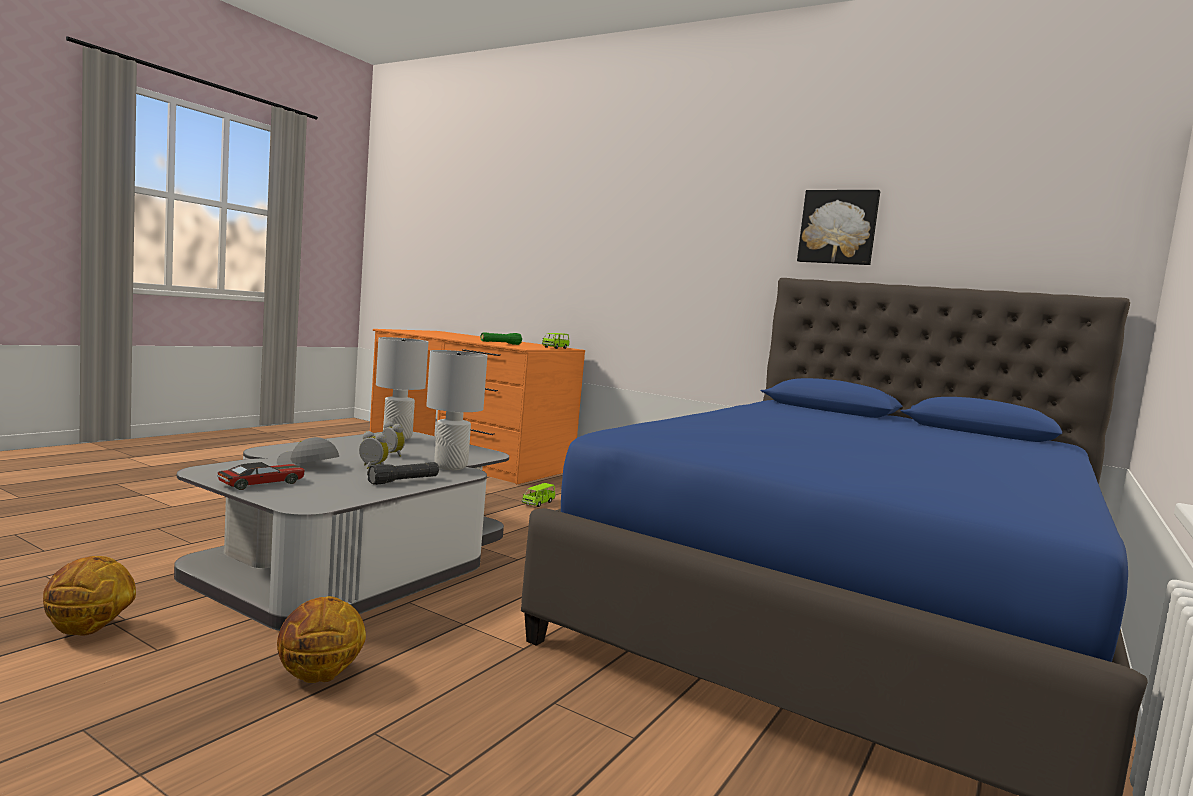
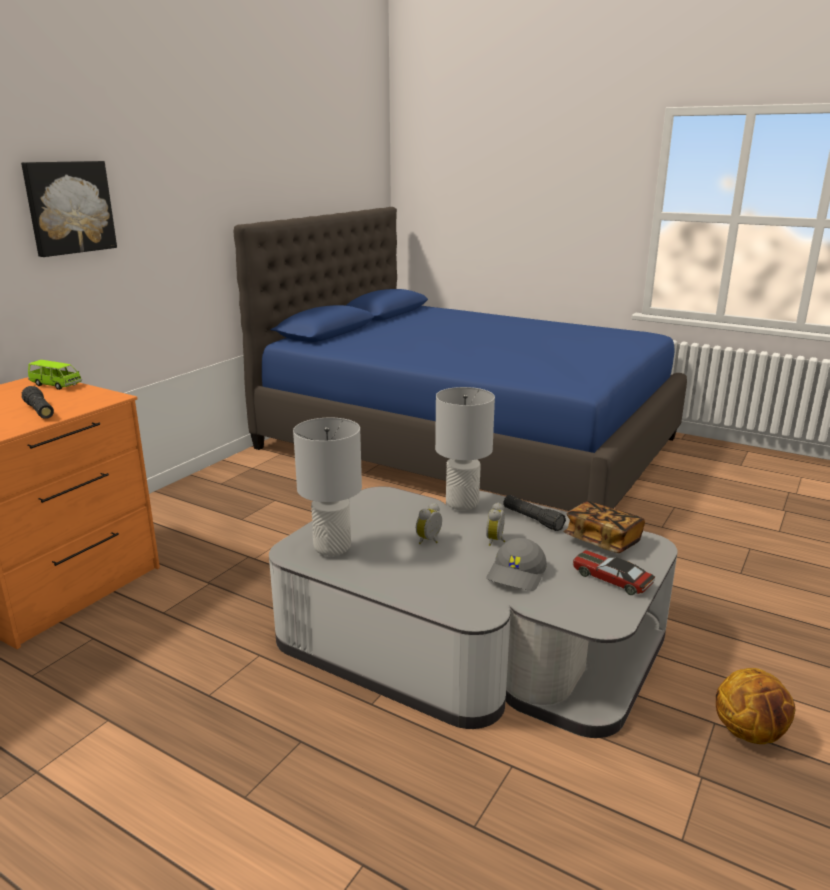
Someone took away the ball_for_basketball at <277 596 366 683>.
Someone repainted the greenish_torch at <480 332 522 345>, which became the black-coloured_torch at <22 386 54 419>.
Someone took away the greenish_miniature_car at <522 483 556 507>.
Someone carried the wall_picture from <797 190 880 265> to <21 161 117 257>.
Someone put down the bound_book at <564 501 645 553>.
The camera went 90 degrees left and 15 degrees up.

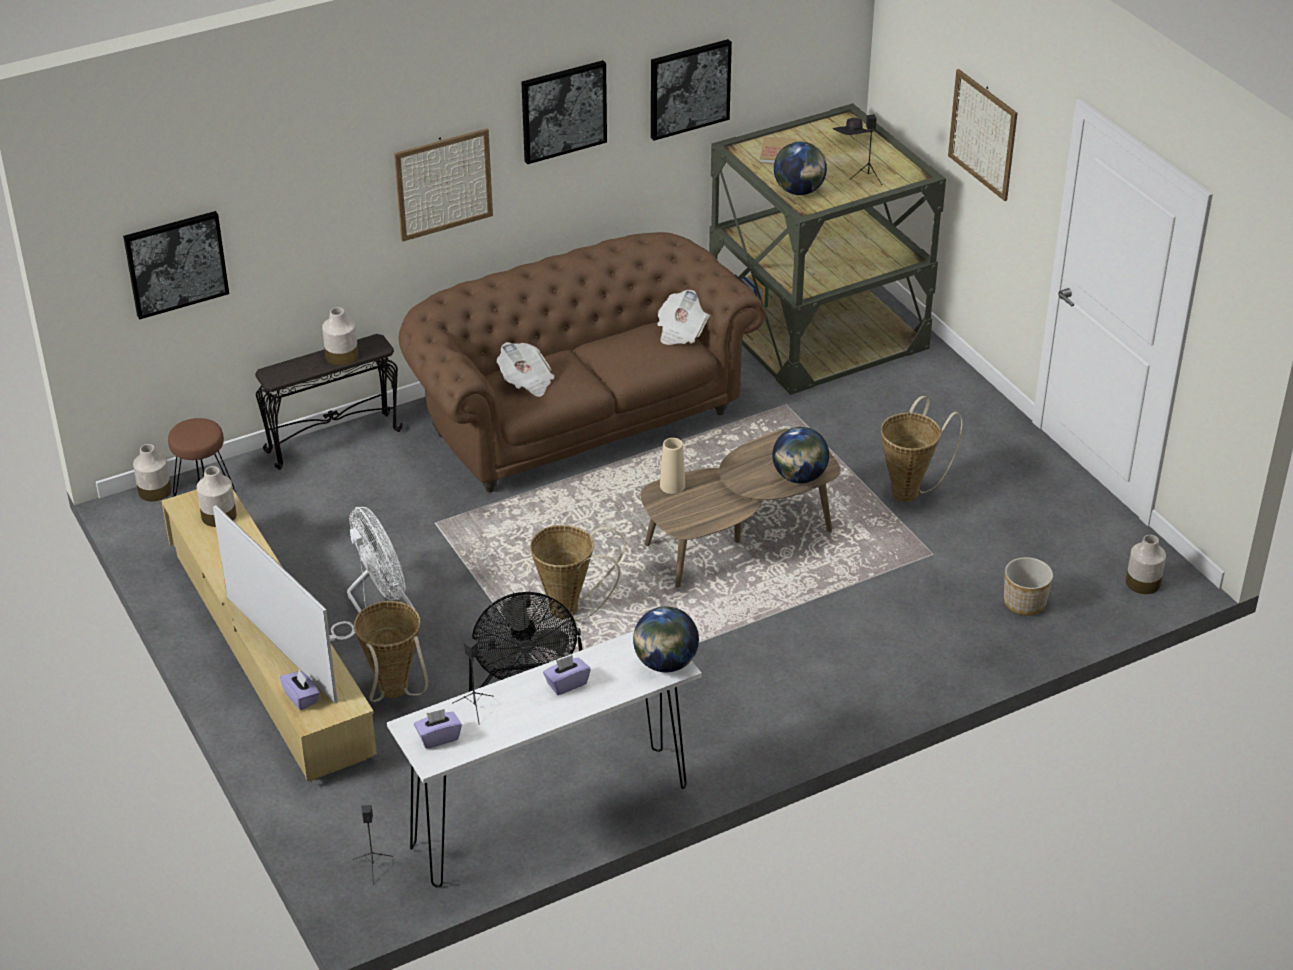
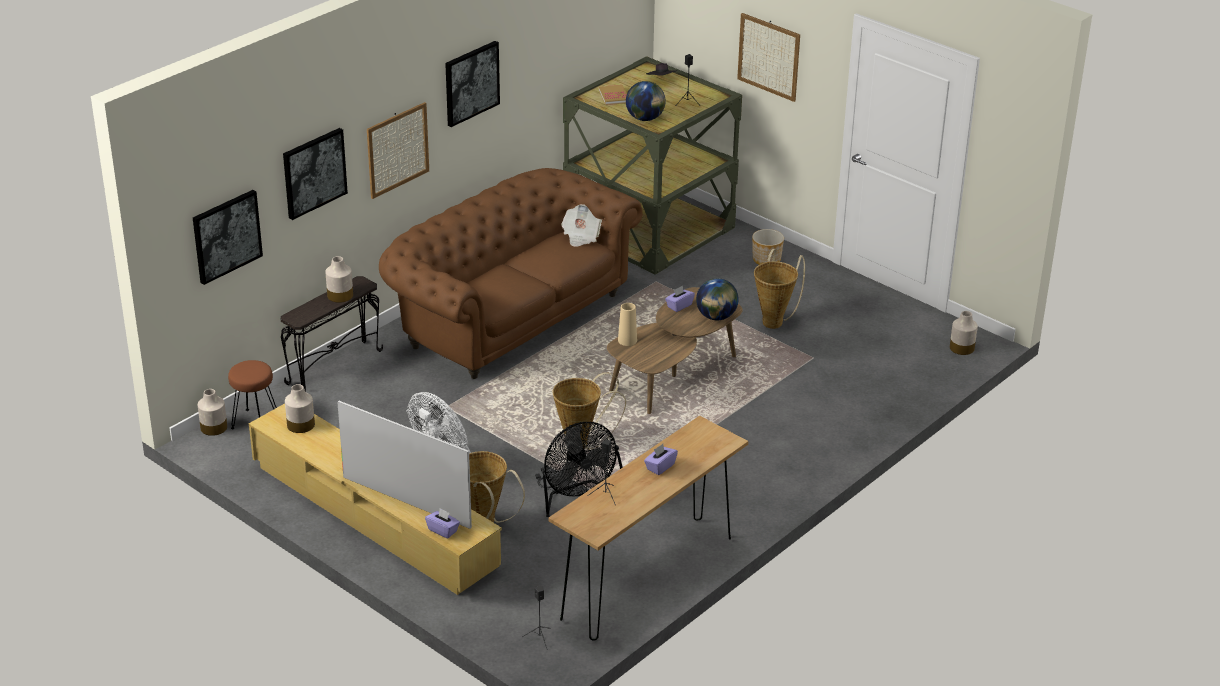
Someone repainted the white_narrow_table at <387 631 702 888>, which became the brownish_narrow_table at <548 416 748 641>.
Someone carried the purple_box_of_tissues from <414 709 462 749> to <665 286 695 312>.
Someone took away the printed_paper at <497 342 555 397>.
Someone took away the world_globe at <633 606 699 672>.
Someone carried the wall_picture from <651 39 732 141> to <283 128 348 220>.
Someone carried the plant_pot from <1004 557 1053 615> to <752 229 784 265>.
The camera went 20 degrees left and 5 degrees down.

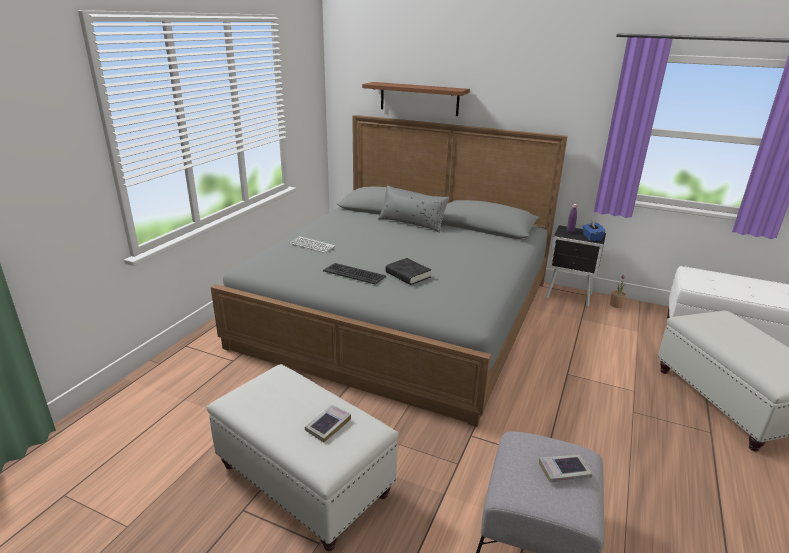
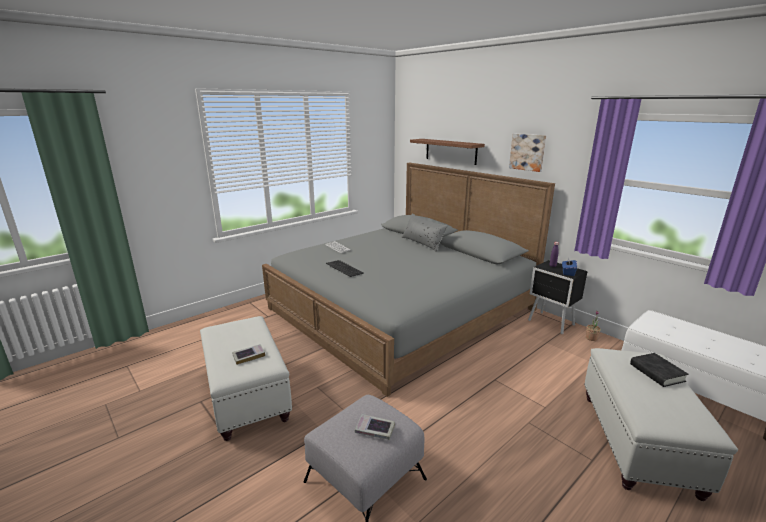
Someone carried the black-coloured_bound_book from <386 258 431 285> to <630 353 689 387>.
Someone put up the wall_picture at <509 134 546 172>.
The camera went 25 degrees right and 5 degrees down.

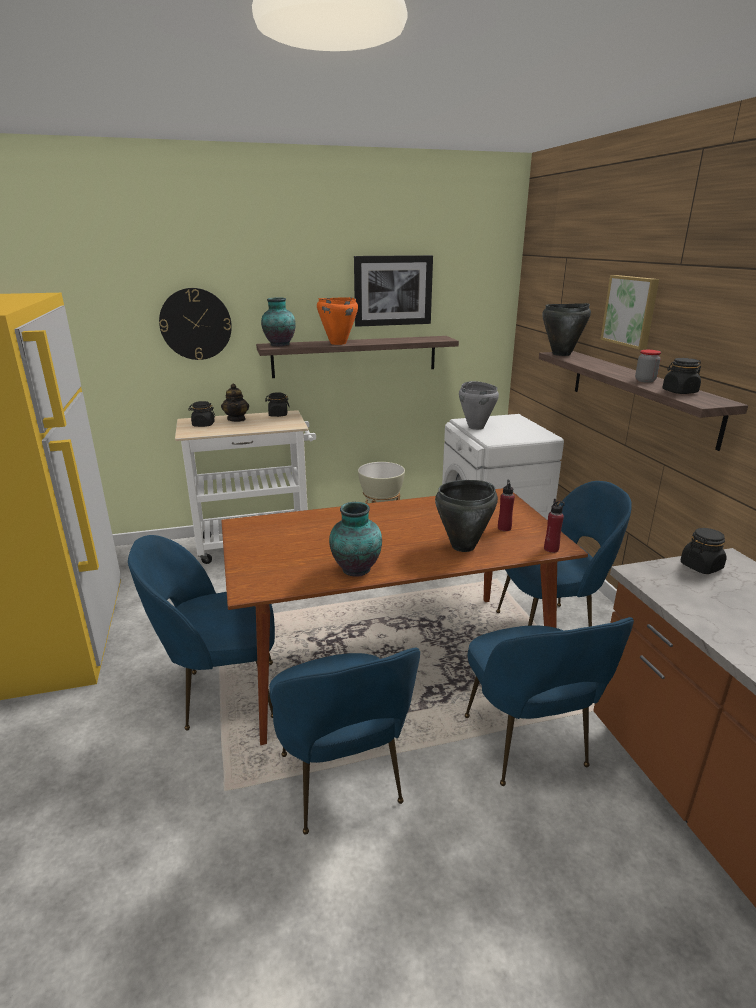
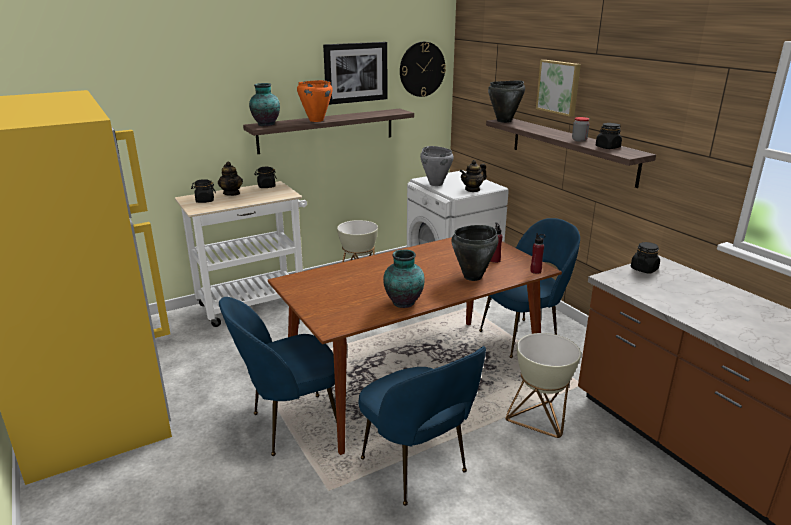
Someone carried the wall_clock from <159 288 232 360> to <400 42 446 97>.
Someone swapped the blue_plain_chair at <465 617 634 786> for the plant_pot at <505 333 581 438>.
Someone put down the teapot at <460 160 487 192>.
The camera went 15 degrees left and 0 degrees up.

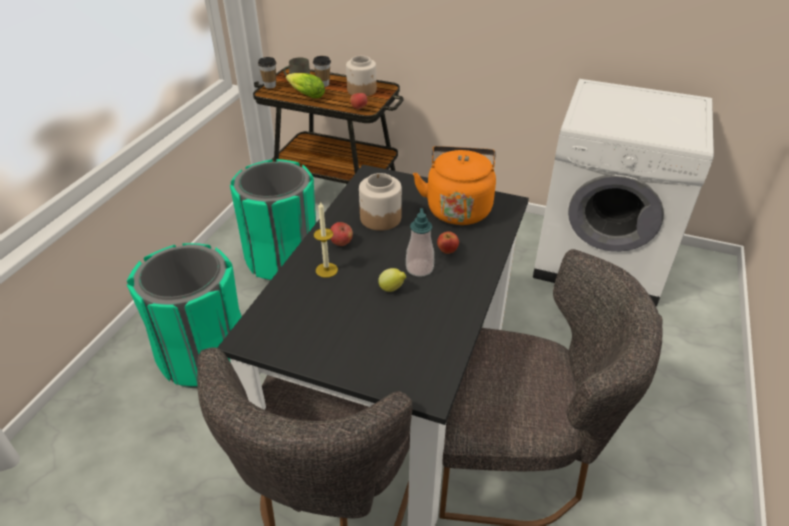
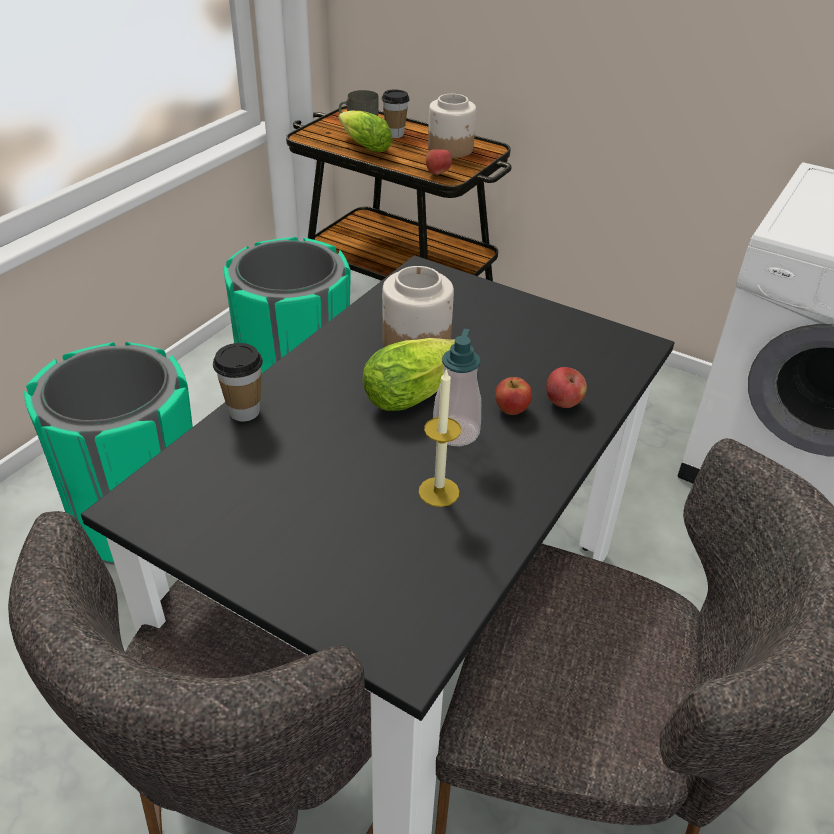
Someone carried the small_cup from <258 57 276 89> to <213 343 263 422>.
Someone carried the wax_candle from <314 201 338 278> to <418 368 461 507>.
Someone carried the apple from <330 222 353 246> to <546 367 587 408>.
Someone took away the lemon at <378 268 406 292>.
Someone took away the orange-coloured_water_kettle at <413 146 496 225>.
Someone put down the lettuce_head at <363 338 455 411>.
The camera went 10 degrees right and 0 degrees up.

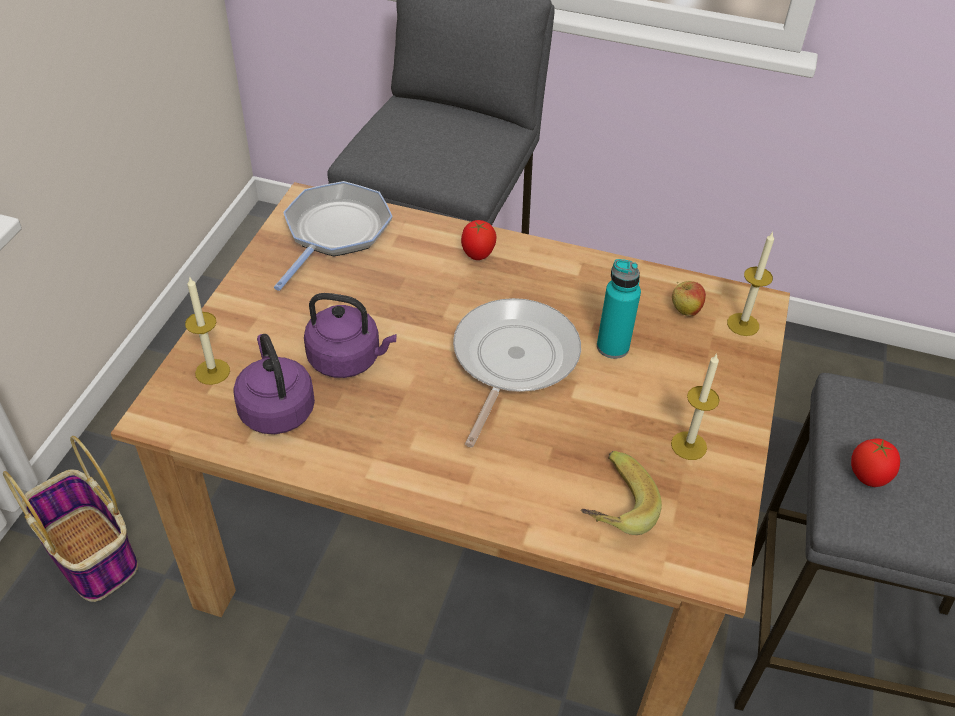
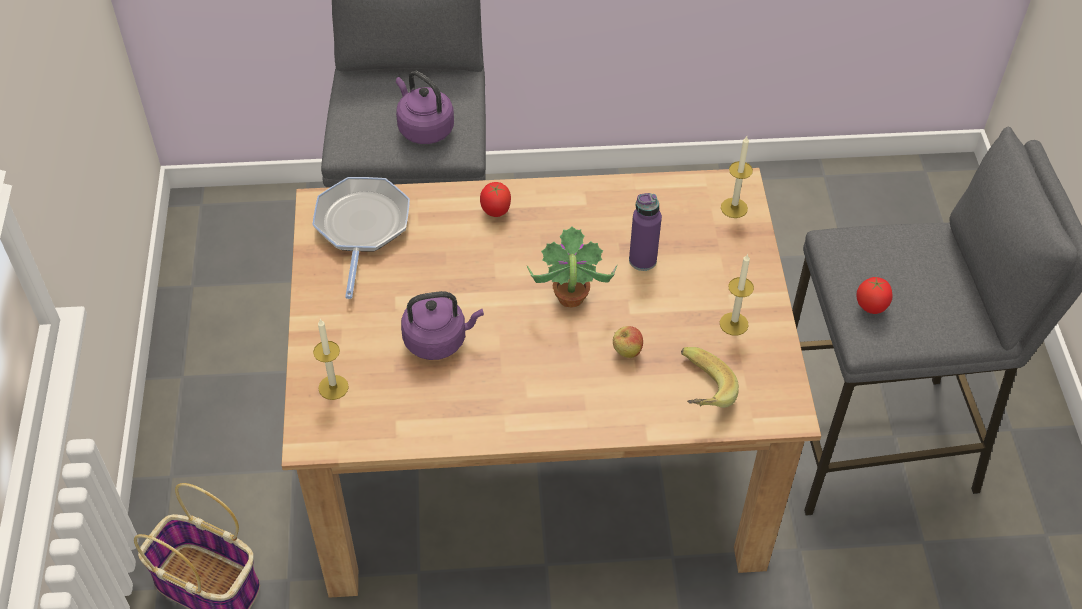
Someone carried the purple_water_kettle from <233 334 315 434> to <396 71 454 144>.
Someone swapped the pan at <453 298 581 447> for the potted_plant at <527 226 617 308>.
Someone repainted the turquoise-coloured_bottle at <597 259 641 359>, which became the purple_bottle at <629 193 662 271>.
Someone carried the apple from <672 281 706 316> to <613 326 643 358>.
The camera went 20 degrees left and 5 degrees up.

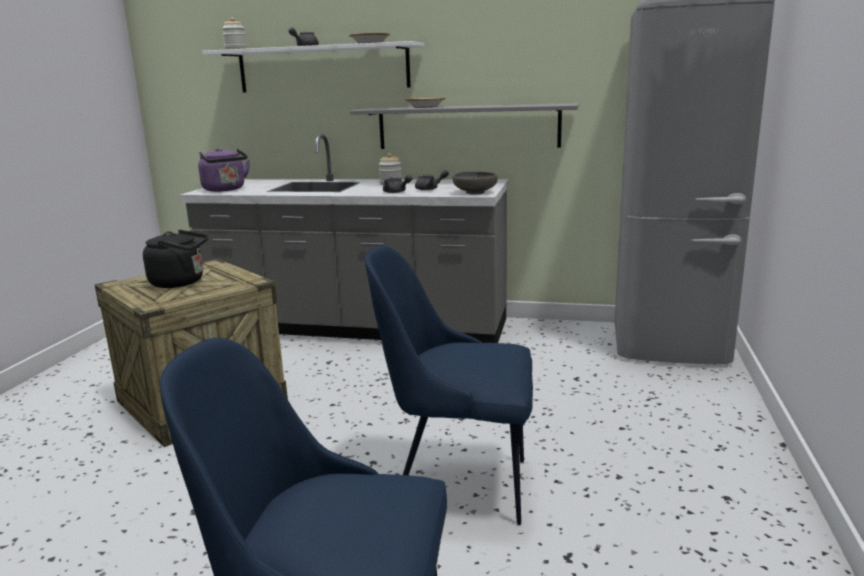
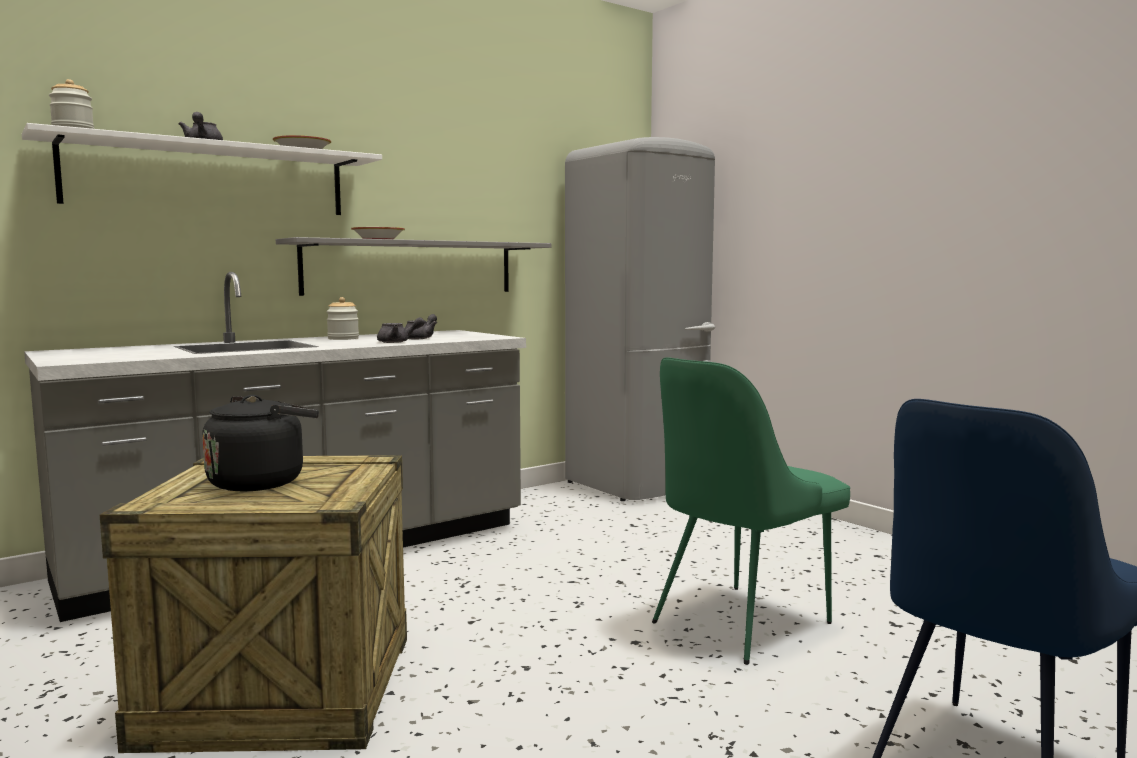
Someone took away the purple_water_kettle at <198 148 250 192>.
Someone repainted the blue_plain_chair at <365 245 533 525>, which became the greenish_plain_chair at <652 357 850 665>.
Someone took away the gray_bowl at <452 171 498 195>.
The camera went 50 degrees left and 10 degrees down.

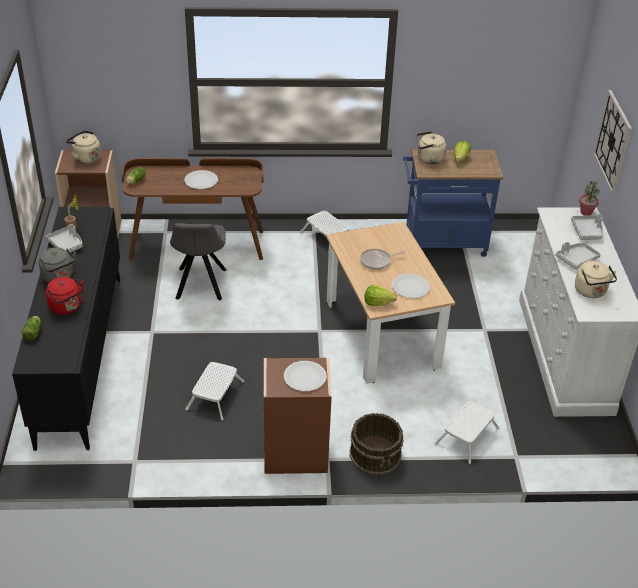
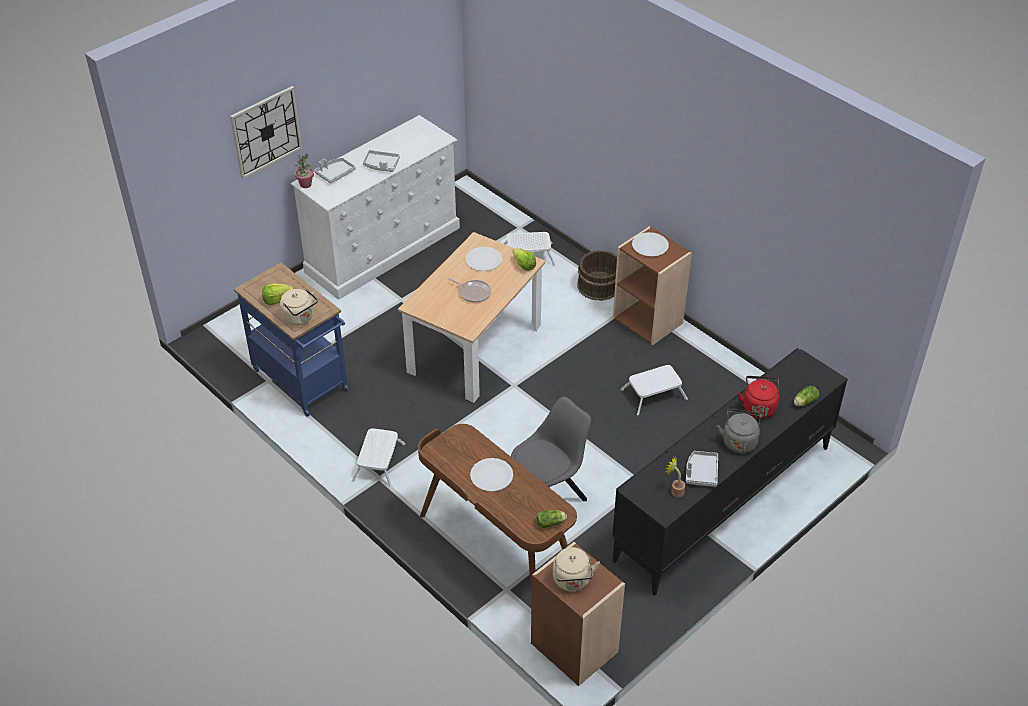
Someone took away the sand-coloured_water_kettle at <575 261 617 298>.
The camera went 130 degrees left and 5 degrees up.

